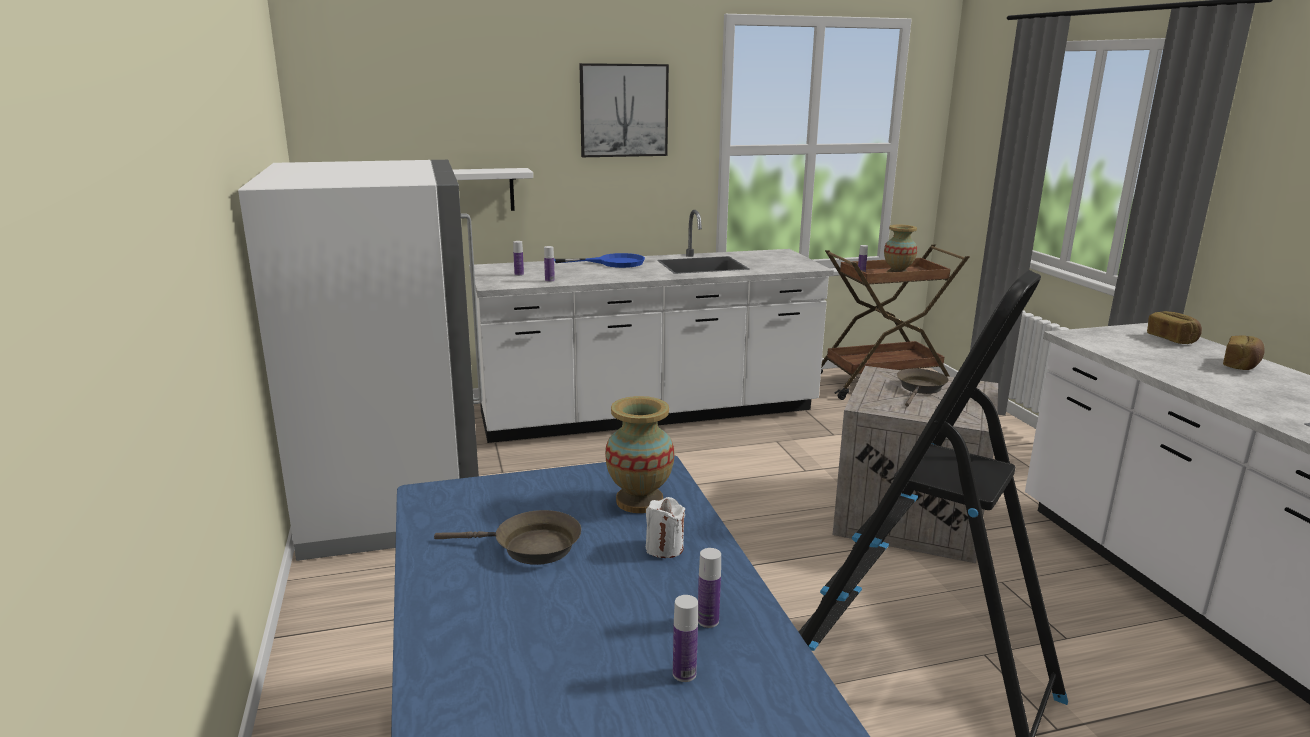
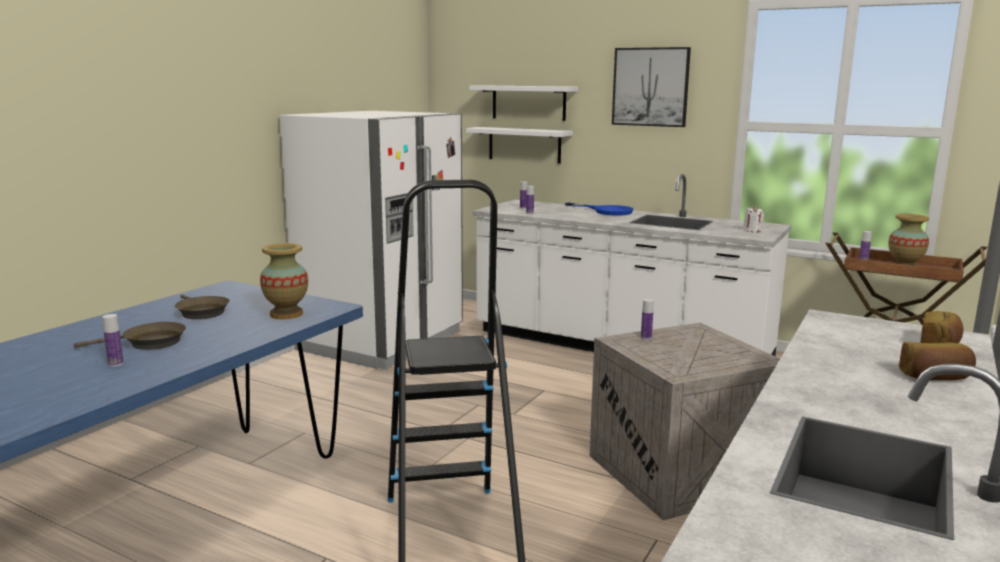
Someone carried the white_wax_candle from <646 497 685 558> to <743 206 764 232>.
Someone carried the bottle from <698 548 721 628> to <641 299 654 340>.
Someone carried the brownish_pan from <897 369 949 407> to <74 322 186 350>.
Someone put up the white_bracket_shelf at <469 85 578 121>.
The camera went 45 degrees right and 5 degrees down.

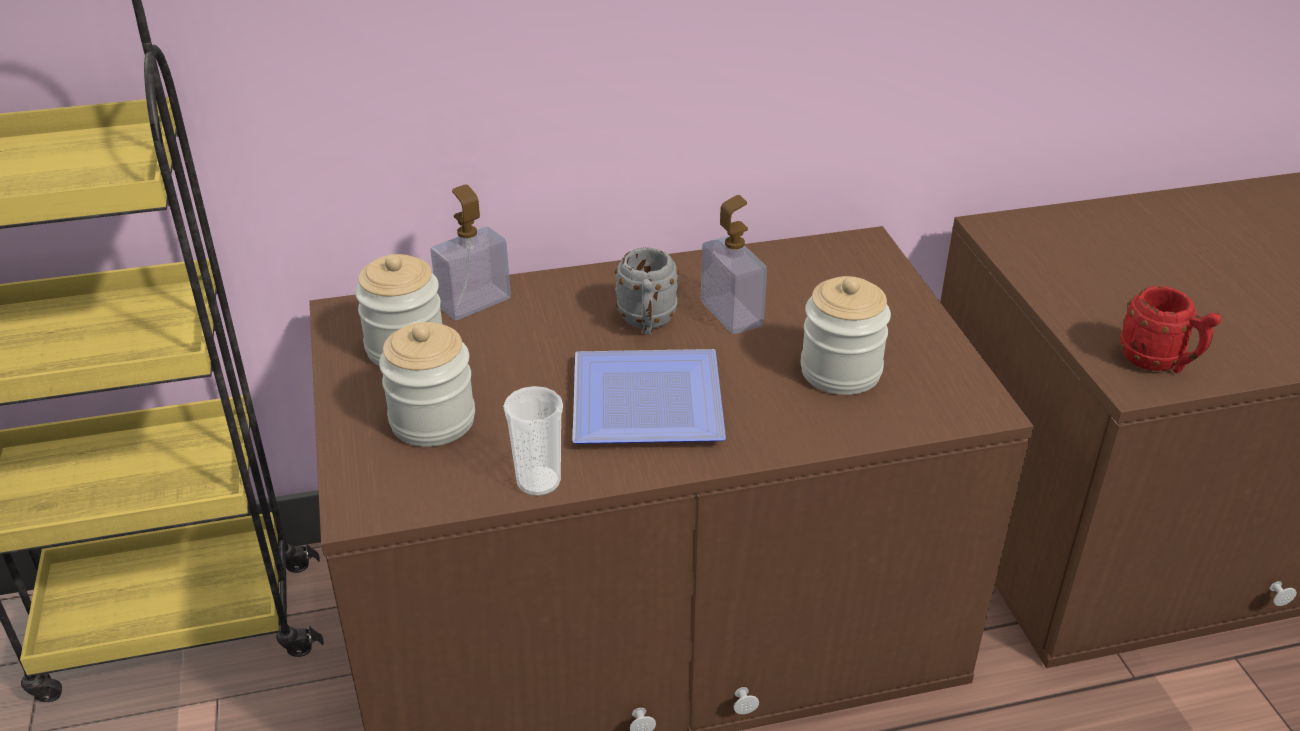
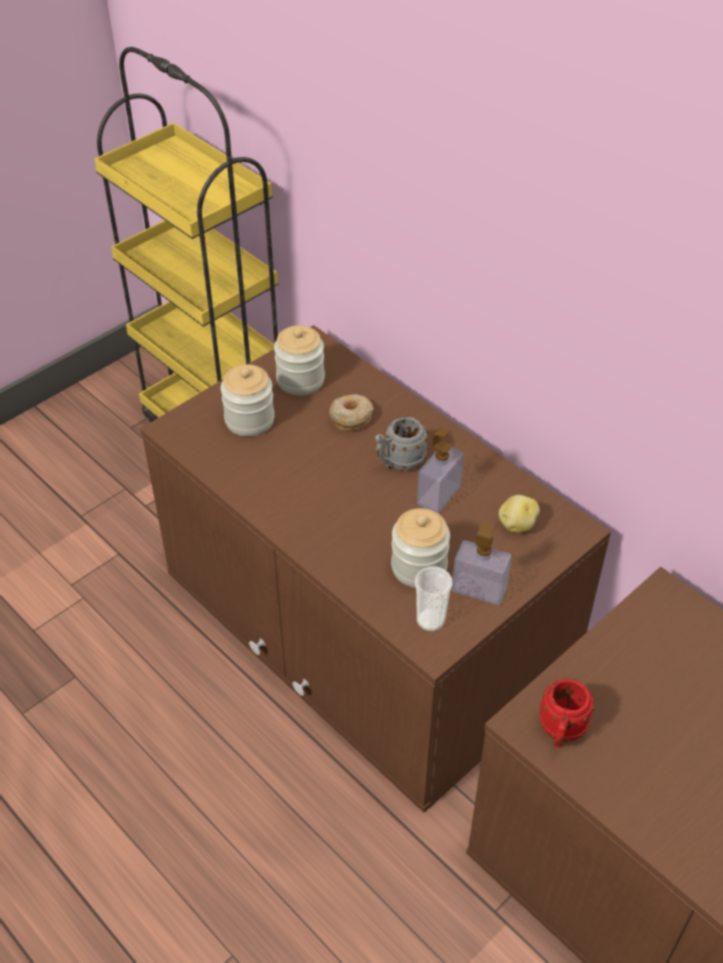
Someone carried the liquid_soap_bottle from <431 184 511 320> to <452 521 511 605>.
Someone carried the small_cup from <503 386 563 496> to <415 566 452 631>.
Someone took away the plate at <572 349 726 444>.
Someone put down the donut at <329 394 374 431>.
Someone put down the spud at <499 495 540 533>.
The camera went 60 degrees right and 10 degrees up.

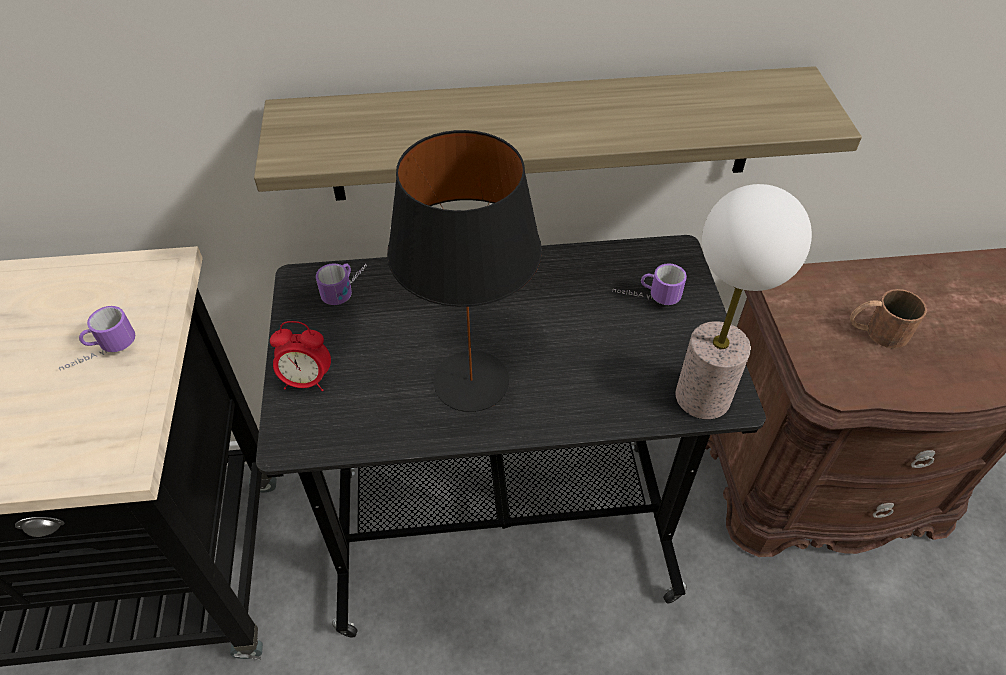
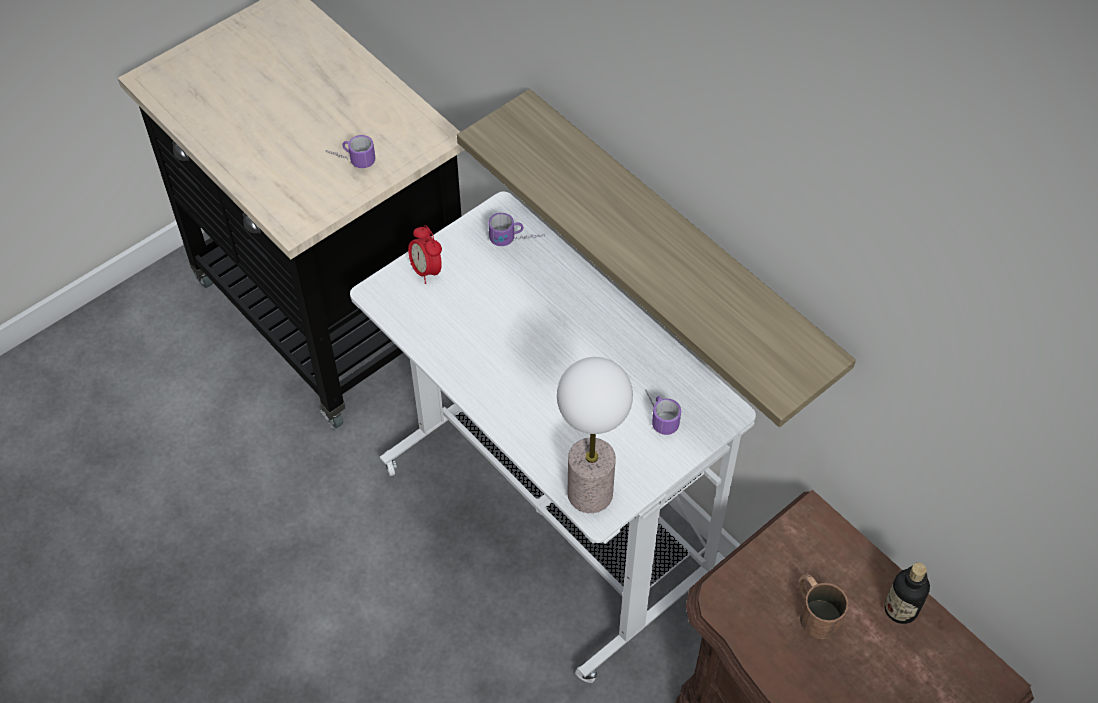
Someone repainted the black-coloured_desk_table at <256 235 766 638>, which became the white_desk_table at <350 192 756 683>.
Someone took away the black-coloured_tabletop_lamp at <387 130 542 412>.
Someone put down the bottle at <884 563 930 624>.
The camera went 55 degrees right and 5 degrees up.

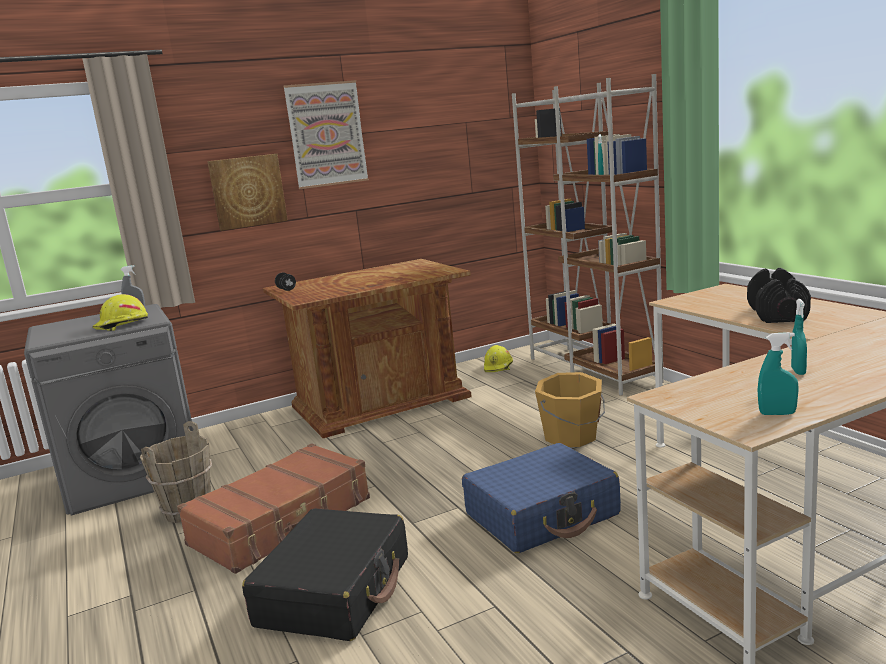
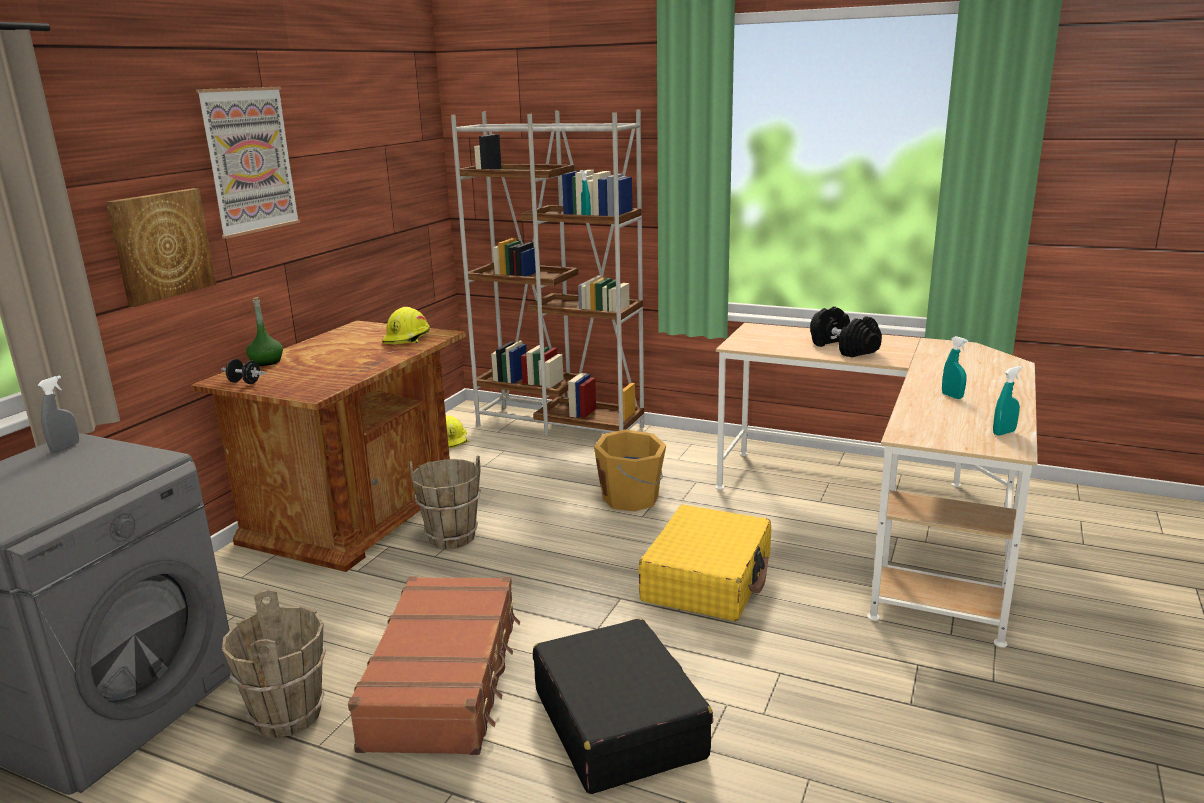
Someone carried the yellow-coloured_hard_hat from <93 294 148 331> to <382 307 430 344>.
Someone repainted the blue_piece_of_luggage at <462 443 621 553>, which became the yellow-coloured_piece_of_luggage at <639 505 771 621>.
Someone put down the greenish_bottle at <246 297 283 366>.
Someone put down the brownish_pail at <409 456 481 549>.
The camera went 40 degrees left and 5 degrees up.

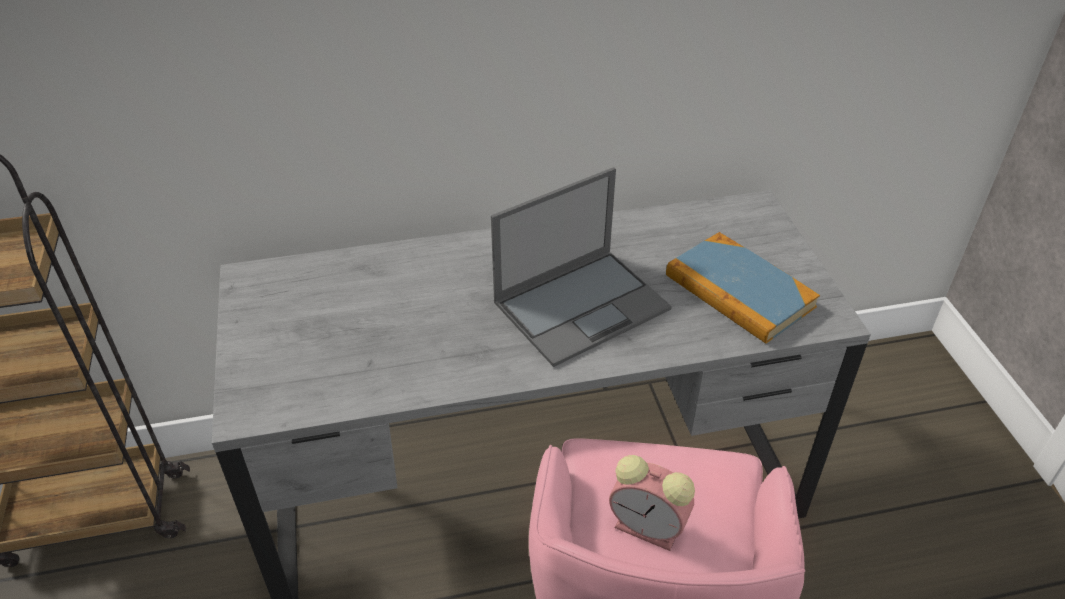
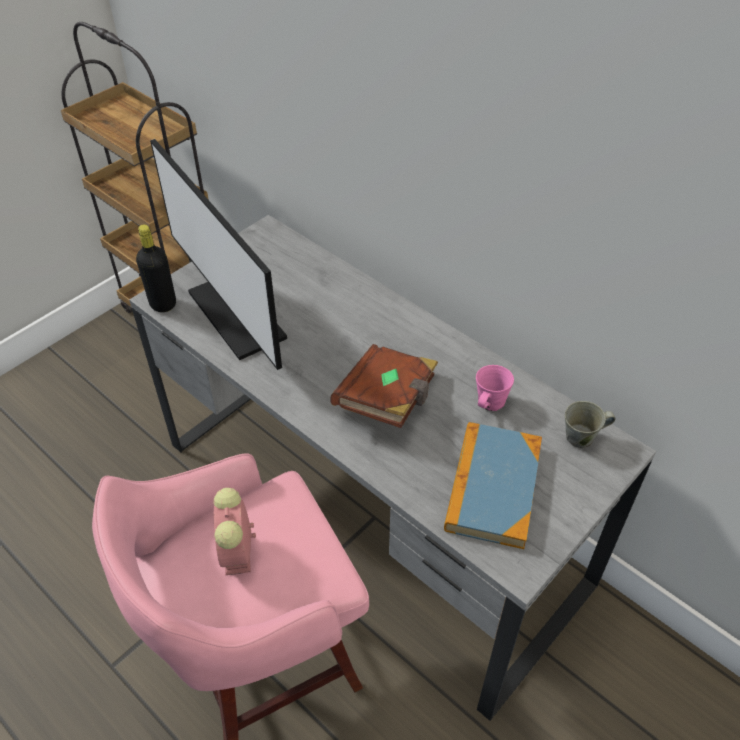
Someone swapped the notebook_computer at <491 167 672 367> for the brownish_bound_book at <330 344 438 428>.
Someone put down the black-coloured_bottle at <136 224 176 312>.
Someone put down the computer_display at <150 139 287 370>.
Someone put down the pink-coloured_tea_mug at <476 365 514 411>.
Someone put down the gray_tea_mug at <565 401 615 448>.
The camera went 55 degrees right and 5 degrees up.

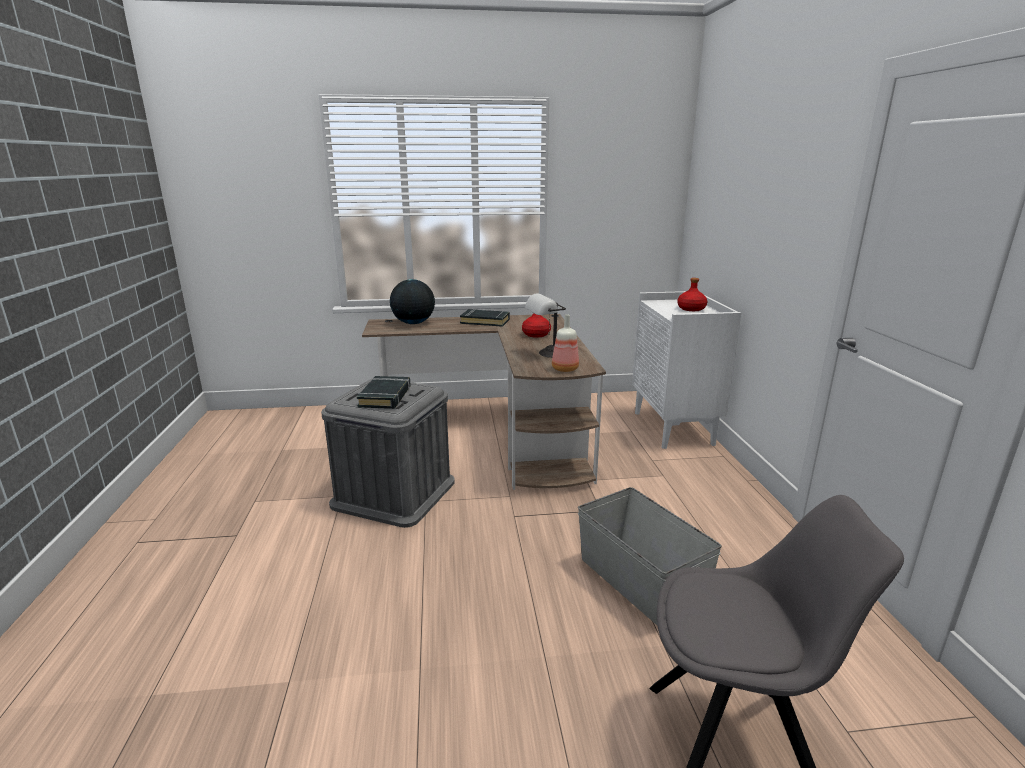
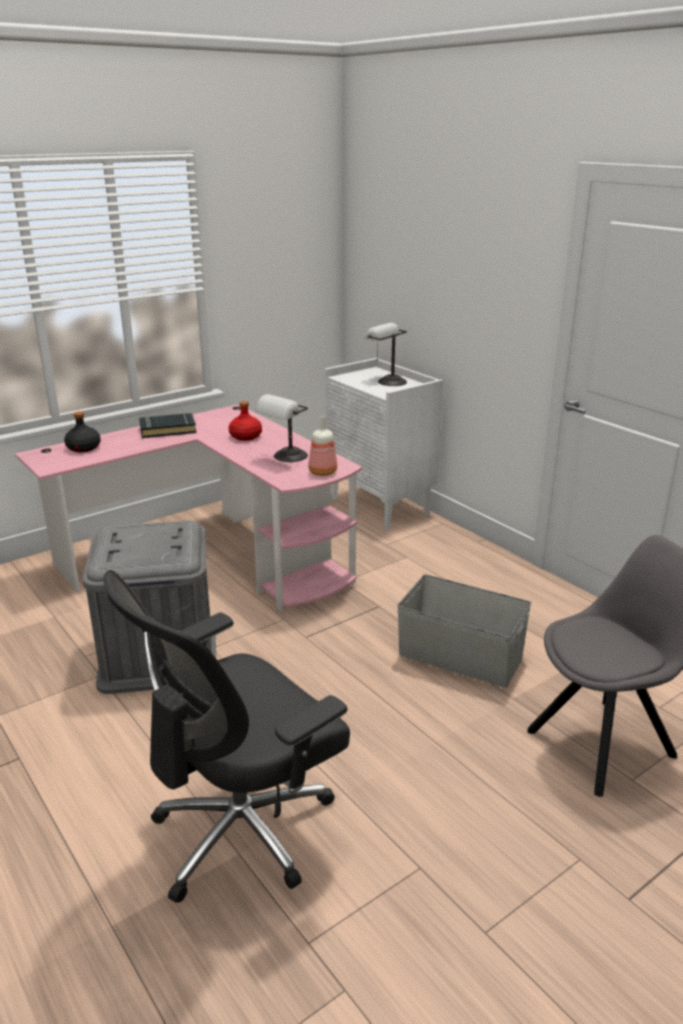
Someone took away the black-coloured_bound_book at <357 376 411 409>.
Someone repainted the brownish_desk_table at <362 314 606 490>, which became the pink-coloured_desk_table at <15 404 362 612>.
Someone swapped the world_globe at <390 279 435 324> for the black-coloured_bottle at <64 412 101 452>.
Someone swapped the red_bottle at <677 278 707 311> for the tabletop_lamp at <365 323 407 386>.
Someone put down the computer_chair at <103 570 350 903>.
The camera went 30 degrees left and 5 degrees up.

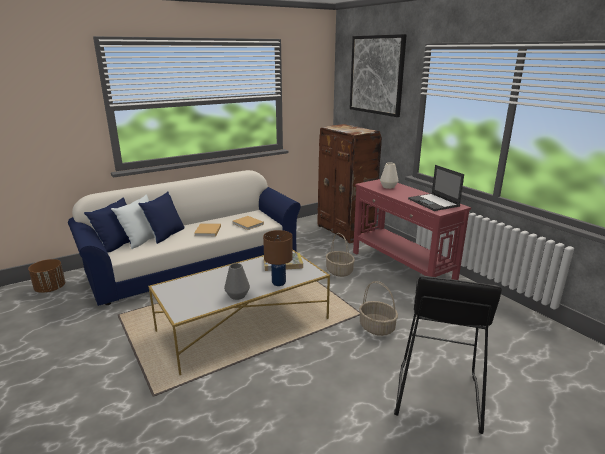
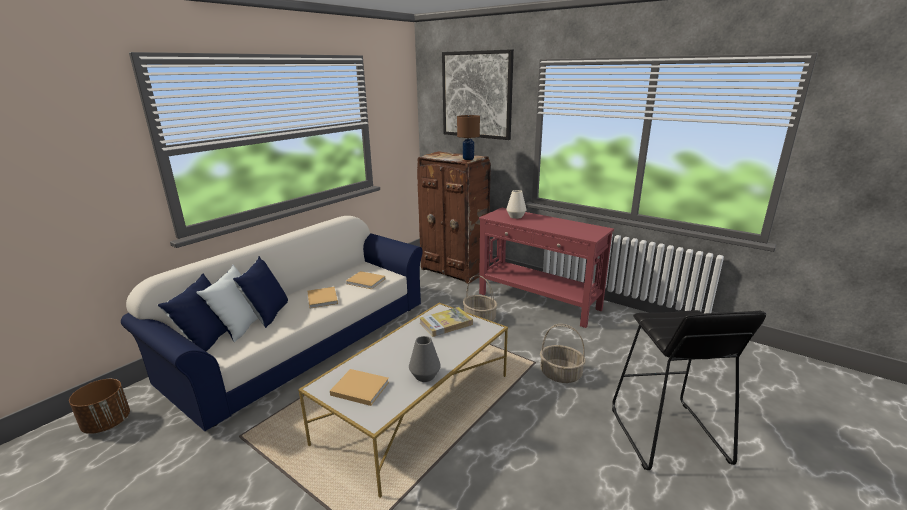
Someone carried the brownish_tabletop_lamp from <263 230 293 286> to <457 115 480 160>.
Someone took away the notebook_computer at <408 165 464 211>.
Someone put down the sand-coloured_bound_book at <330 369 389 406>.
The camera went 20 degrees left and 0 degrees up.

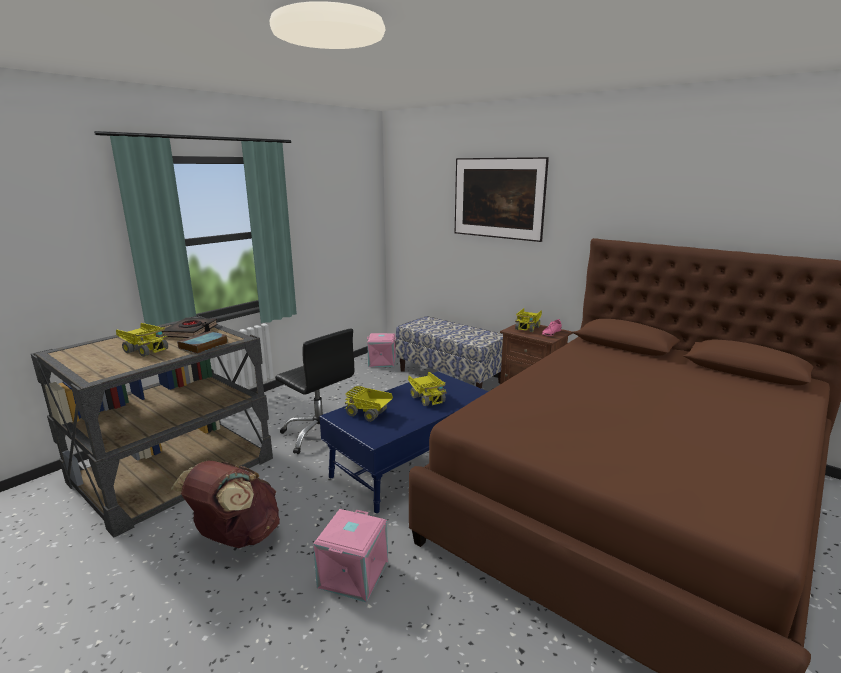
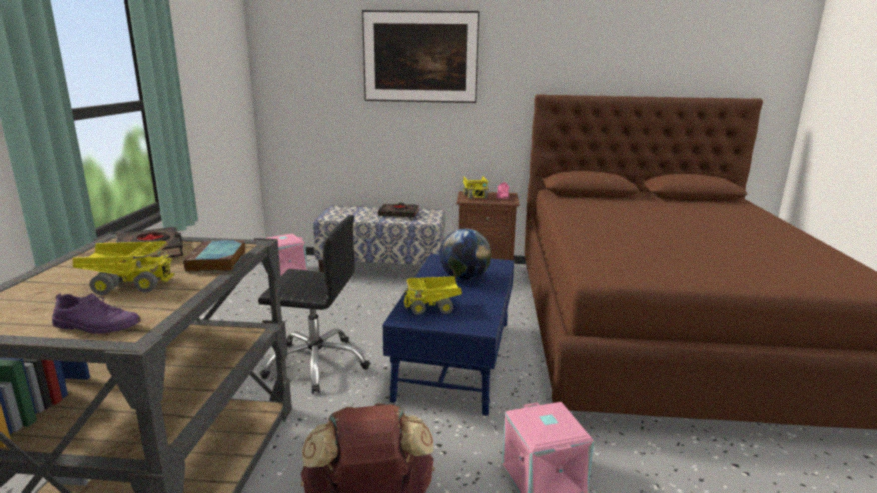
Someone swapped the toy_lorry at <408 372 446 406> for the world_globe at <439 229 491 281>.
Someone put down the purple_shoe at <52 293 141 334>.
Someone put down the black-coloured_bound_book at <378 203 419 217>.
The camera went 35 degrees left and 0 degrees up.

